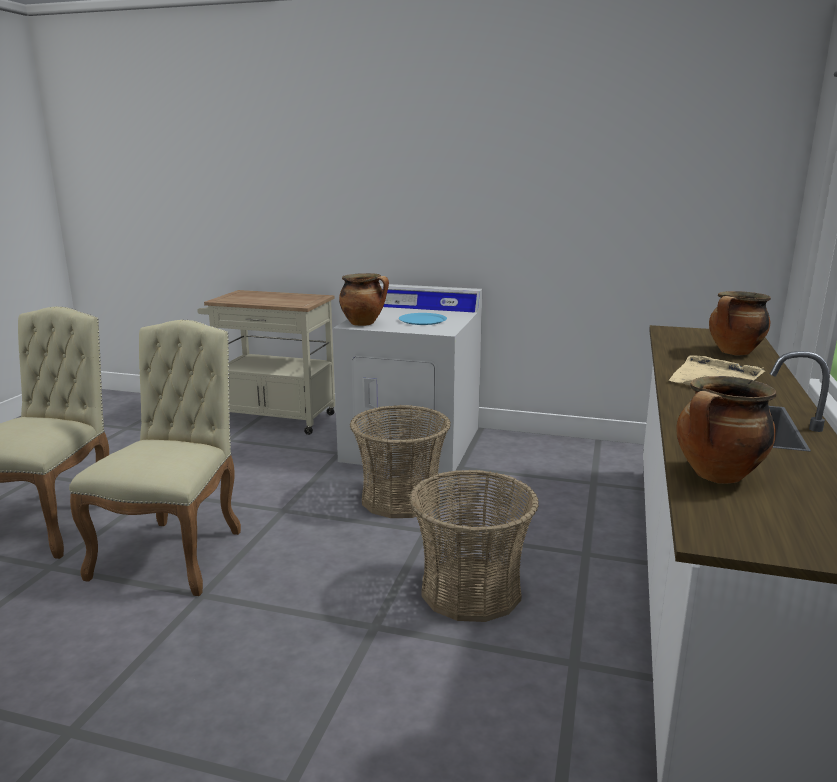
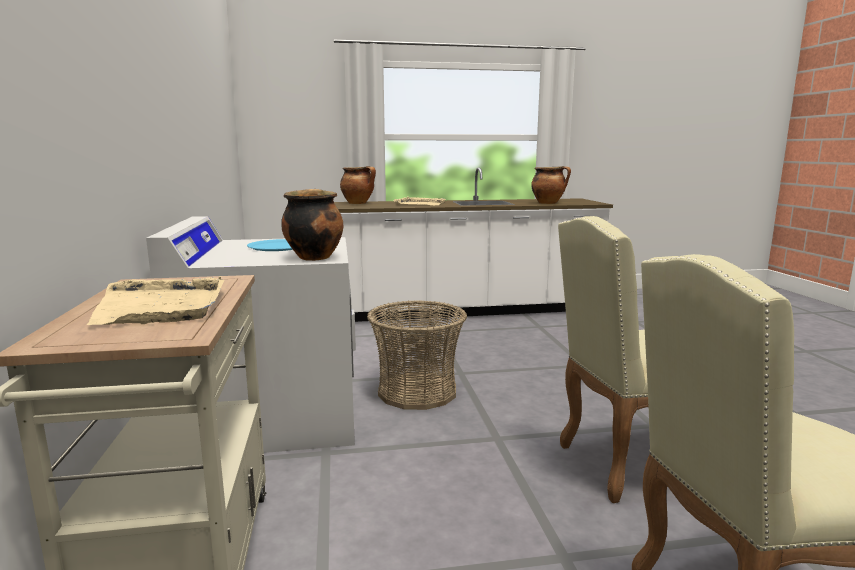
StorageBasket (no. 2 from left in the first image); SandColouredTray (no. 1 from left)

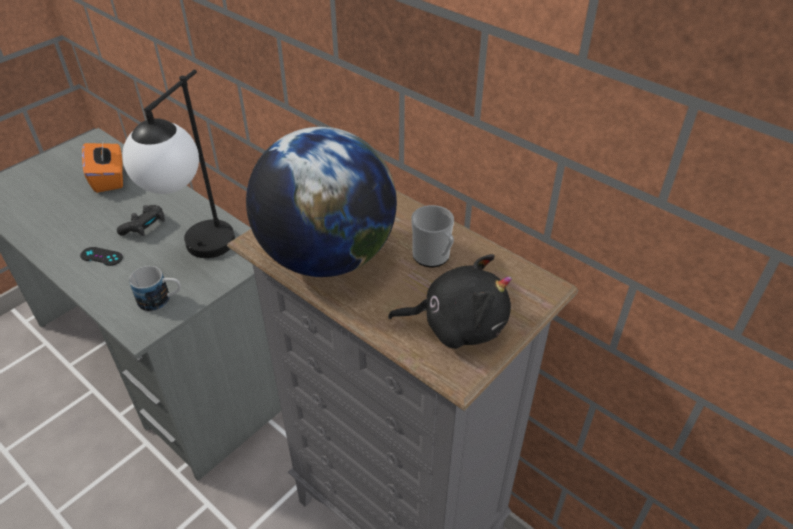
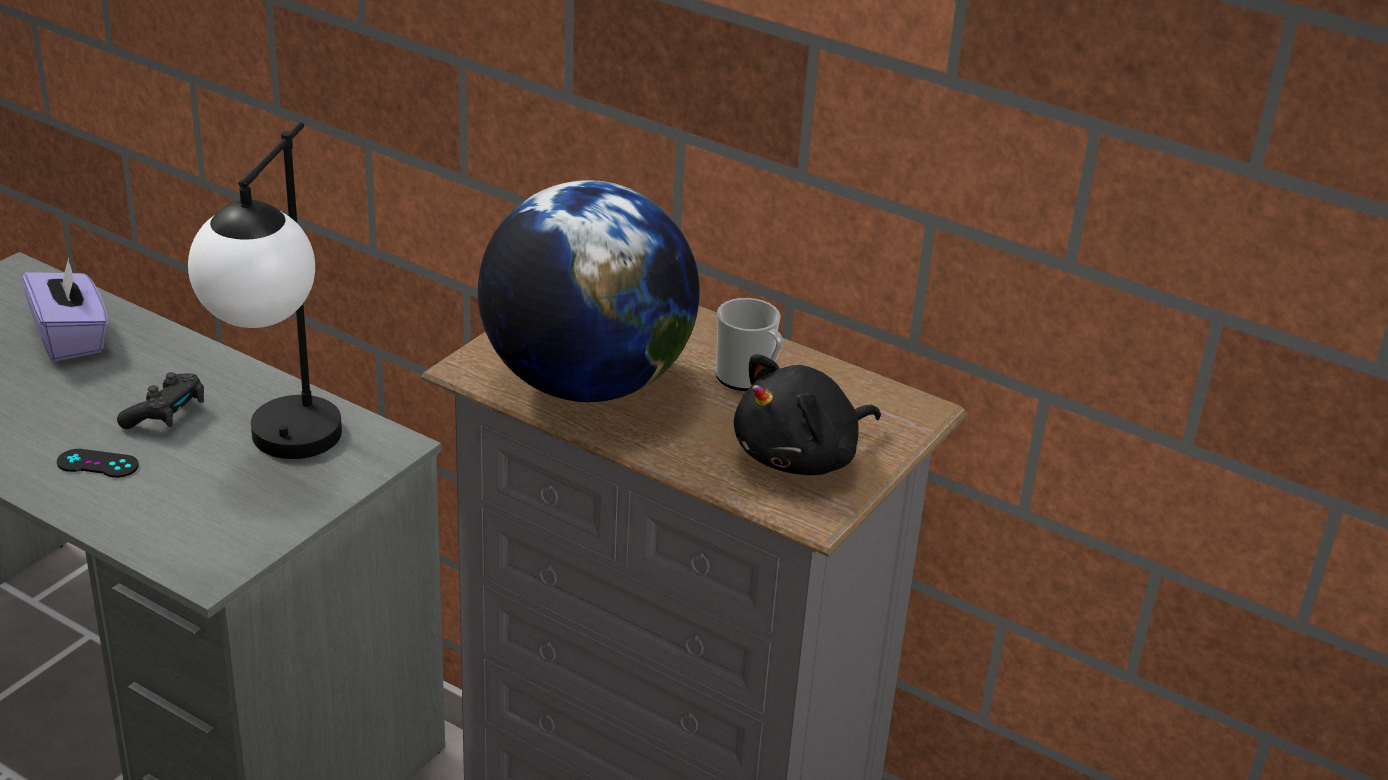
PurpleColouredTissueHolder; BlackColouredSoftToy; Mug (no. 1 from left in the first image)

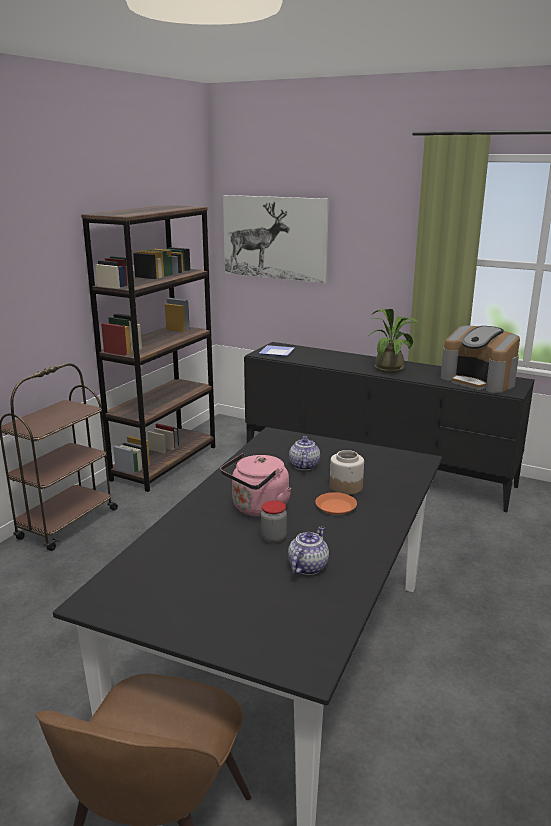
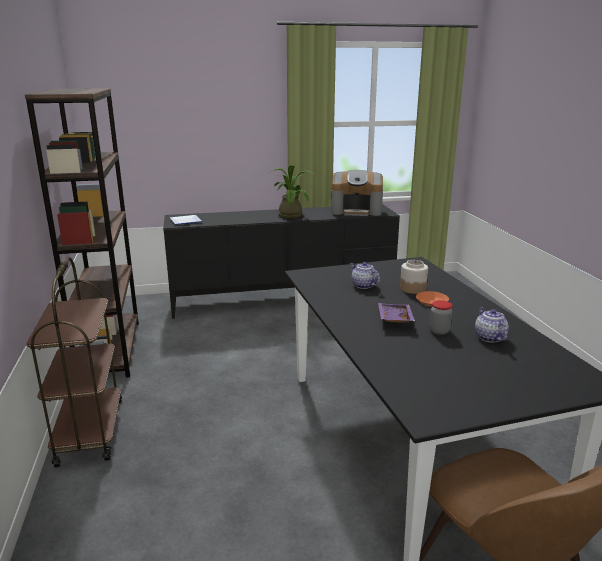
Picture; PurpleColouredTray

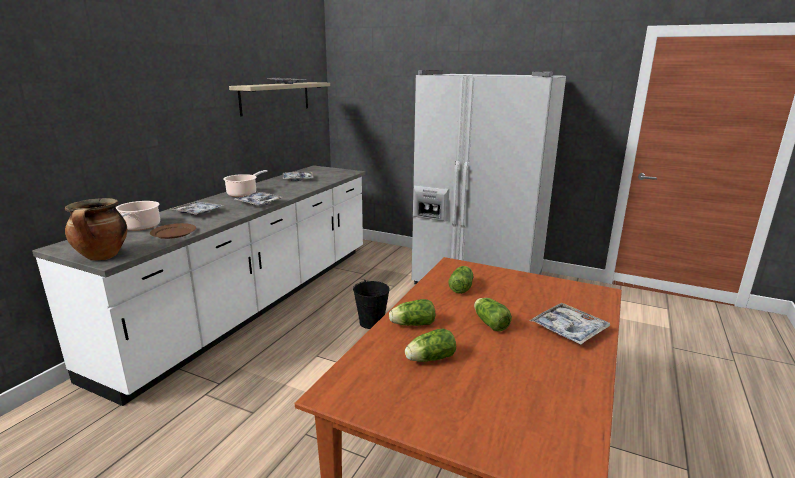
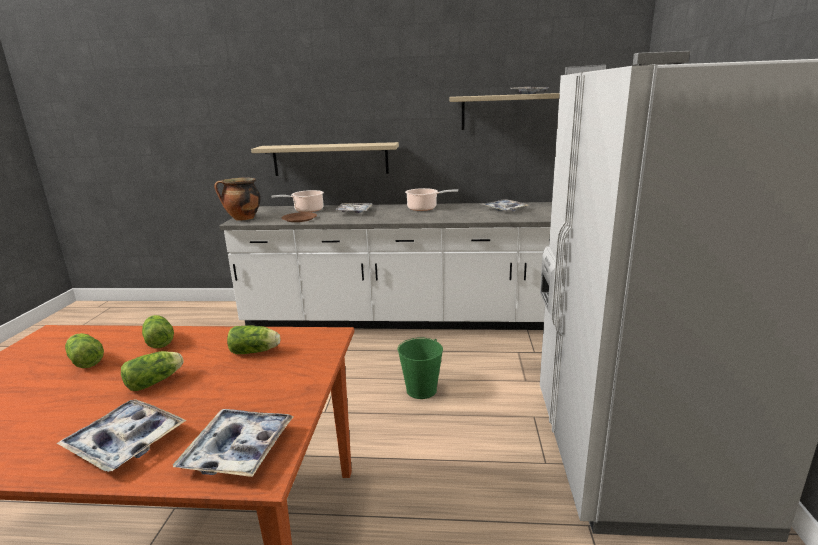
Tray (no. 2 from left); GreenColouredPail; WallShelf (no. 1 from left)

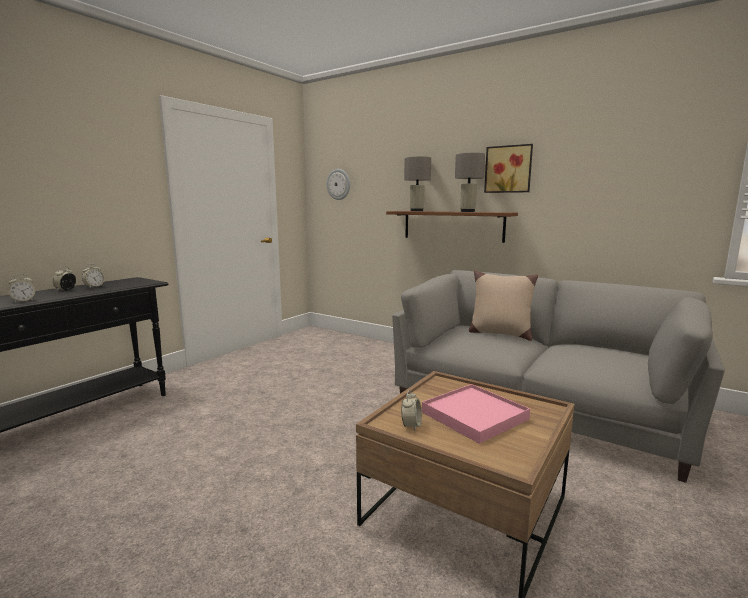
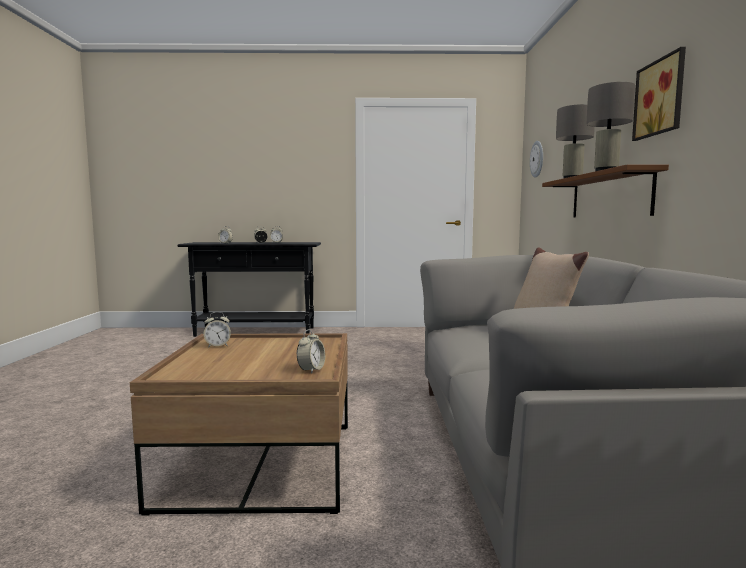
PinkishTray; TableClock (no. 5 from left)

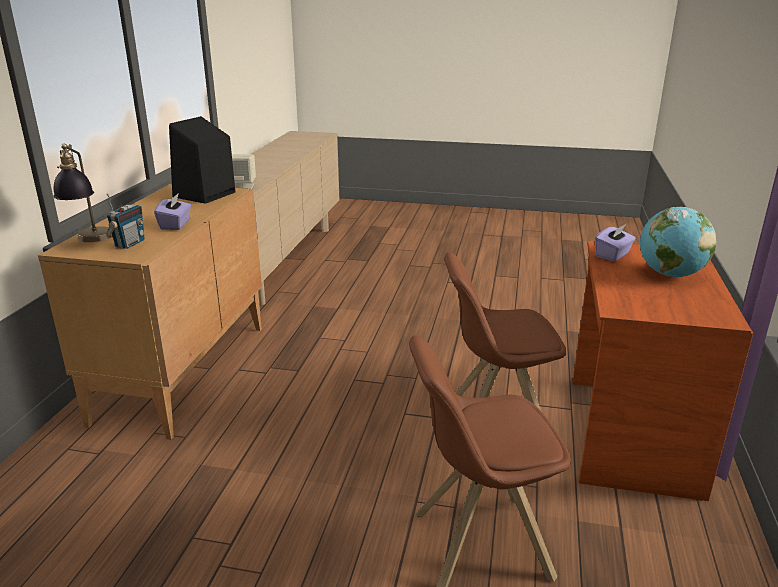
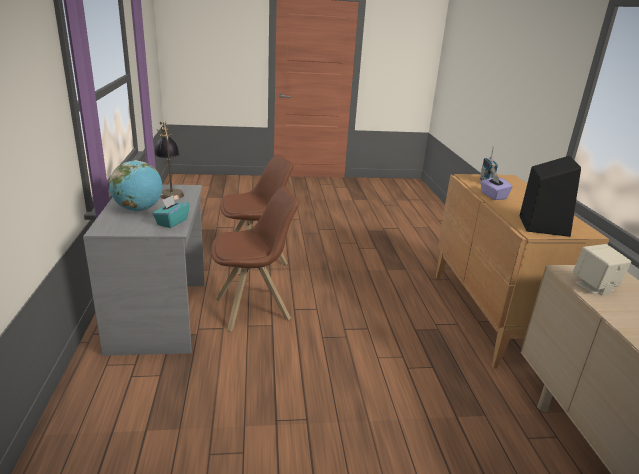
LampForATable; TurquoiseTissueHolder; GreyDeskUnit

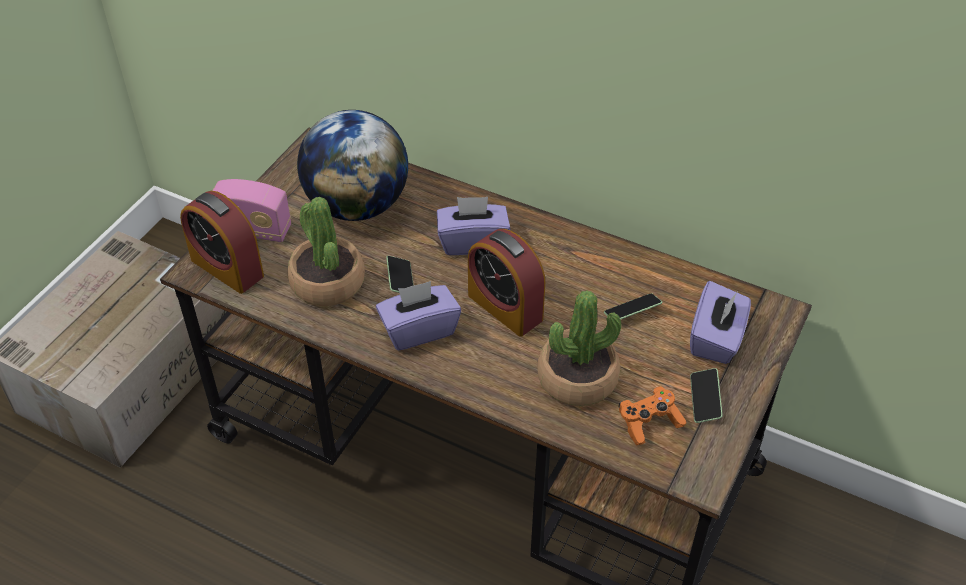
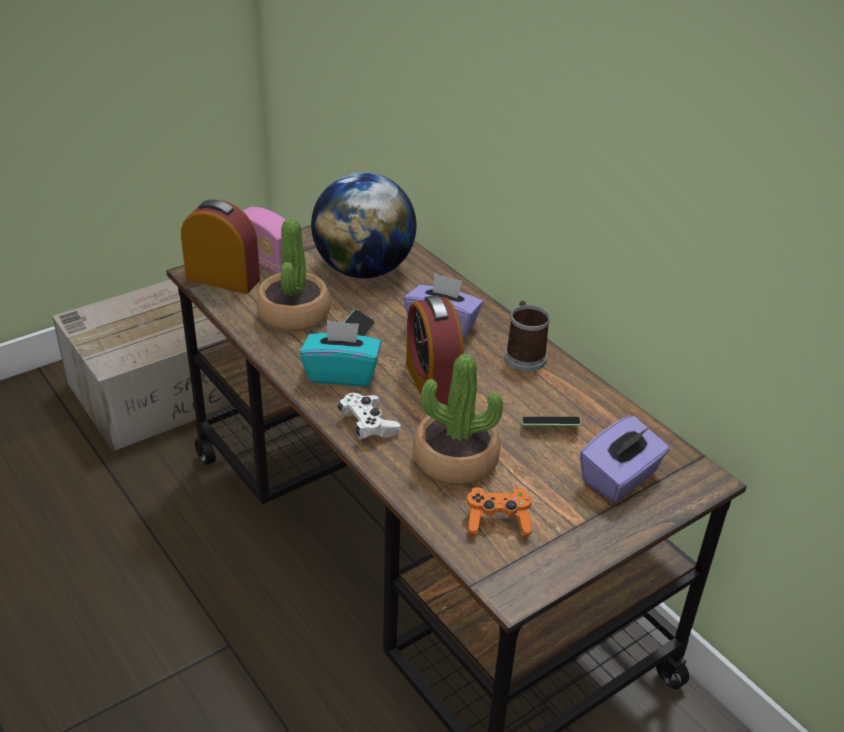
TableClock (no. 1 from left); TurquoiseTissueHolder; Phone (no. 3 from left in the first image); Mug; WhiteColouredJoypad

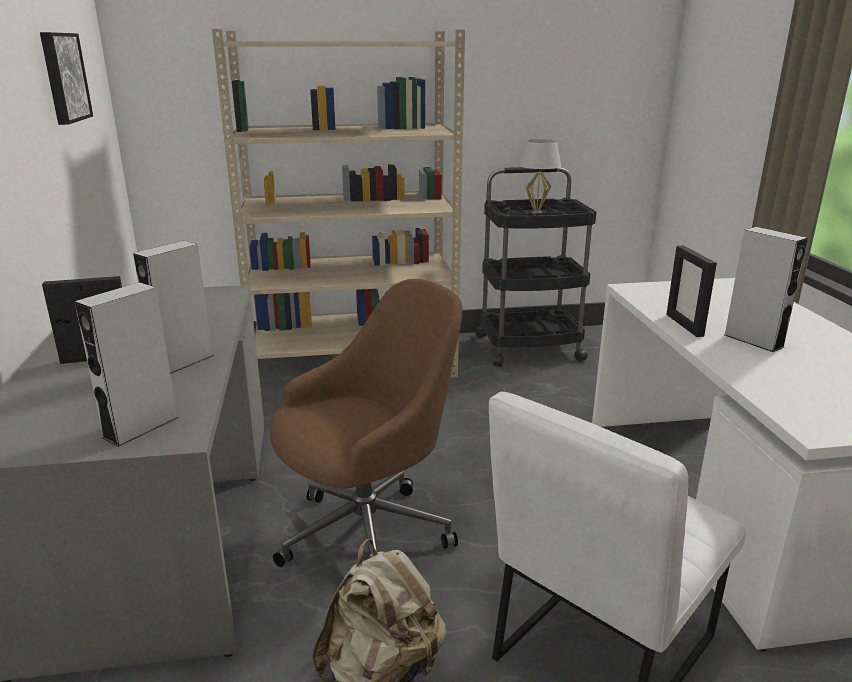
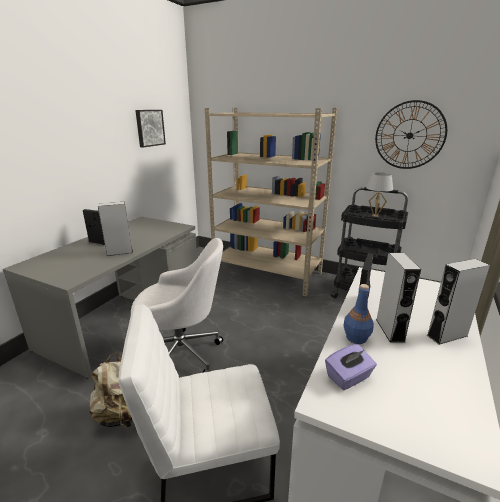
WhiteColouredDeskChair; GreyAudioSpeaker (no. 3 from left); ClockOnTheWall; BlueBottle; PurpleColouredTissueHolder

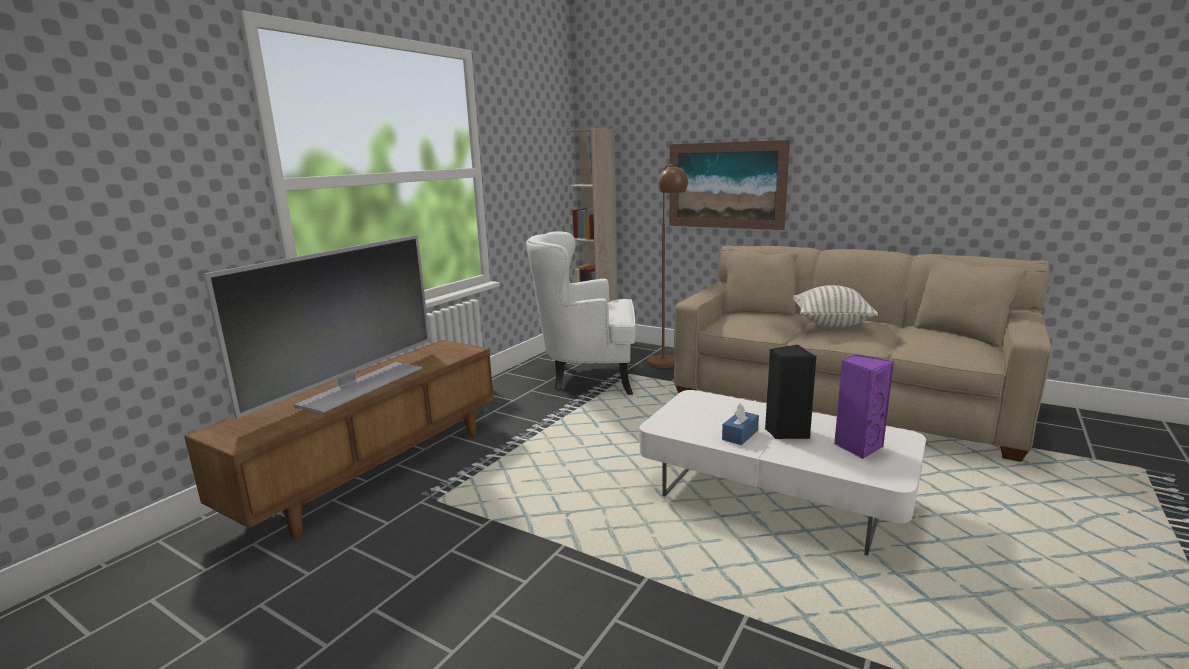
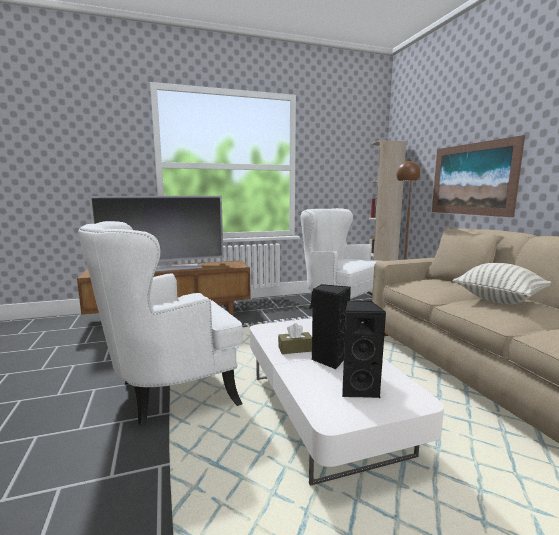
BlackColouredAudioSpeaker (no. 2 from left); BrownTissueHolder; WhiteColouredArmchair (no. 1 from left)

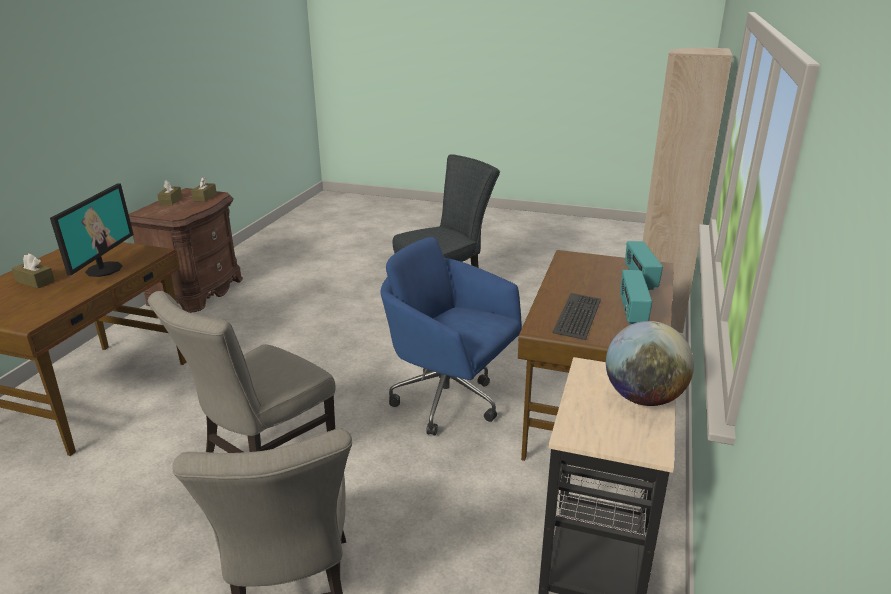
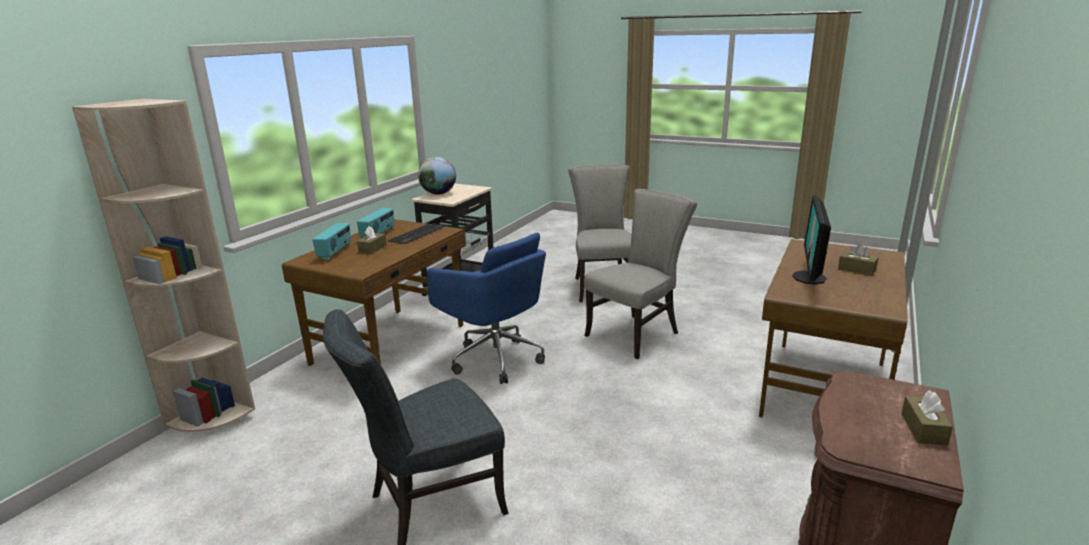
BrownTissueHolder (no. 1 from left)

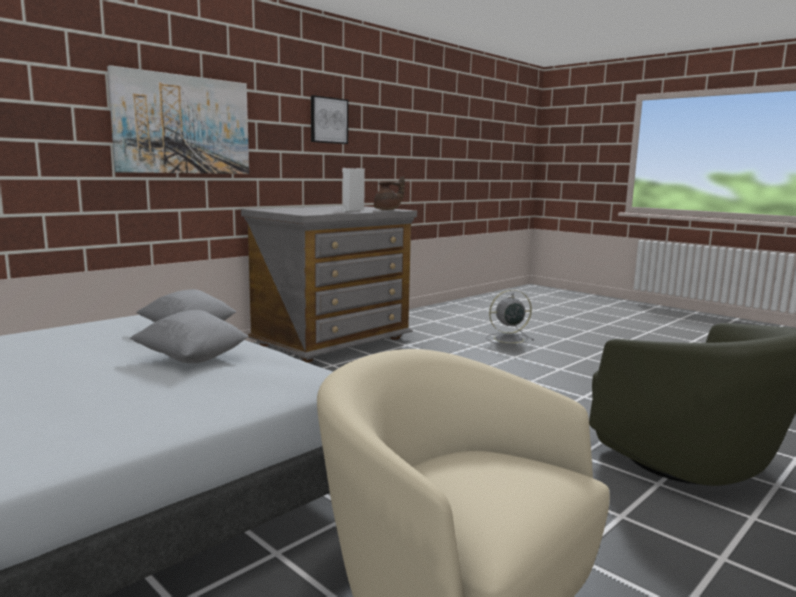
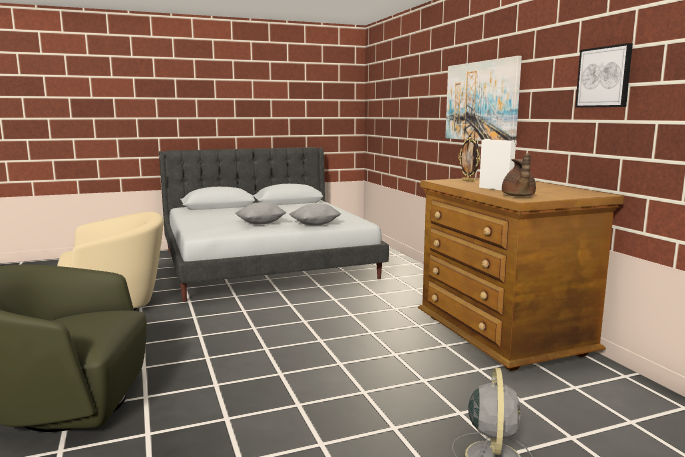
BrownDresser; StandingFrame

